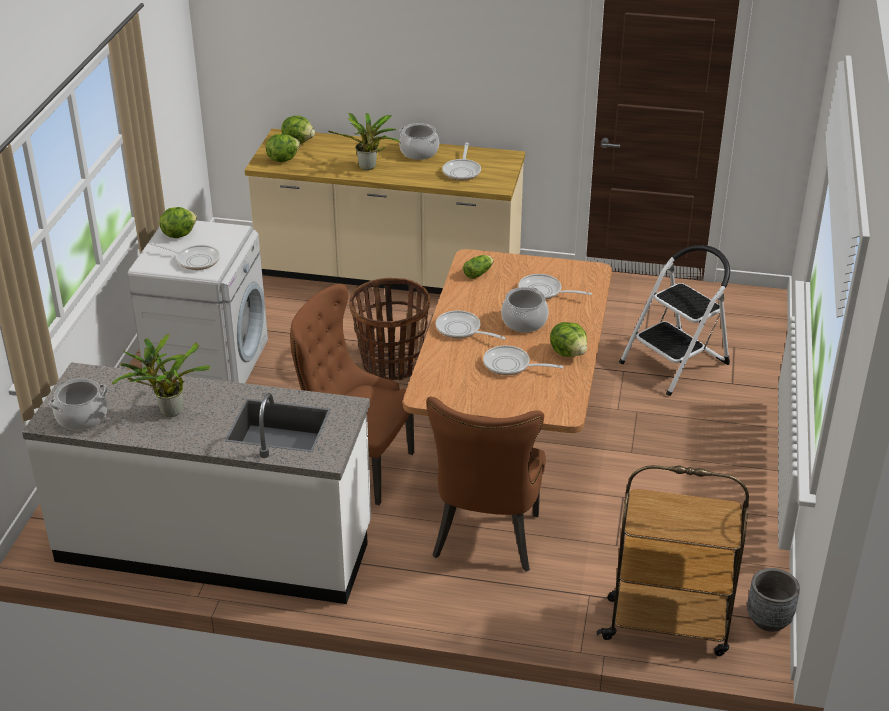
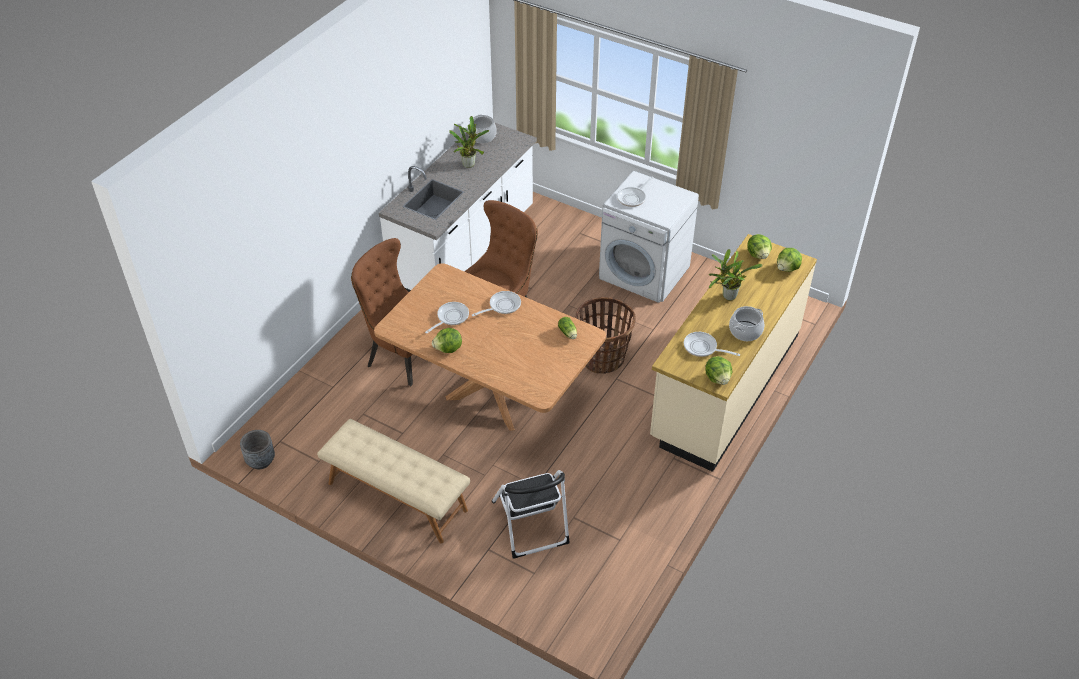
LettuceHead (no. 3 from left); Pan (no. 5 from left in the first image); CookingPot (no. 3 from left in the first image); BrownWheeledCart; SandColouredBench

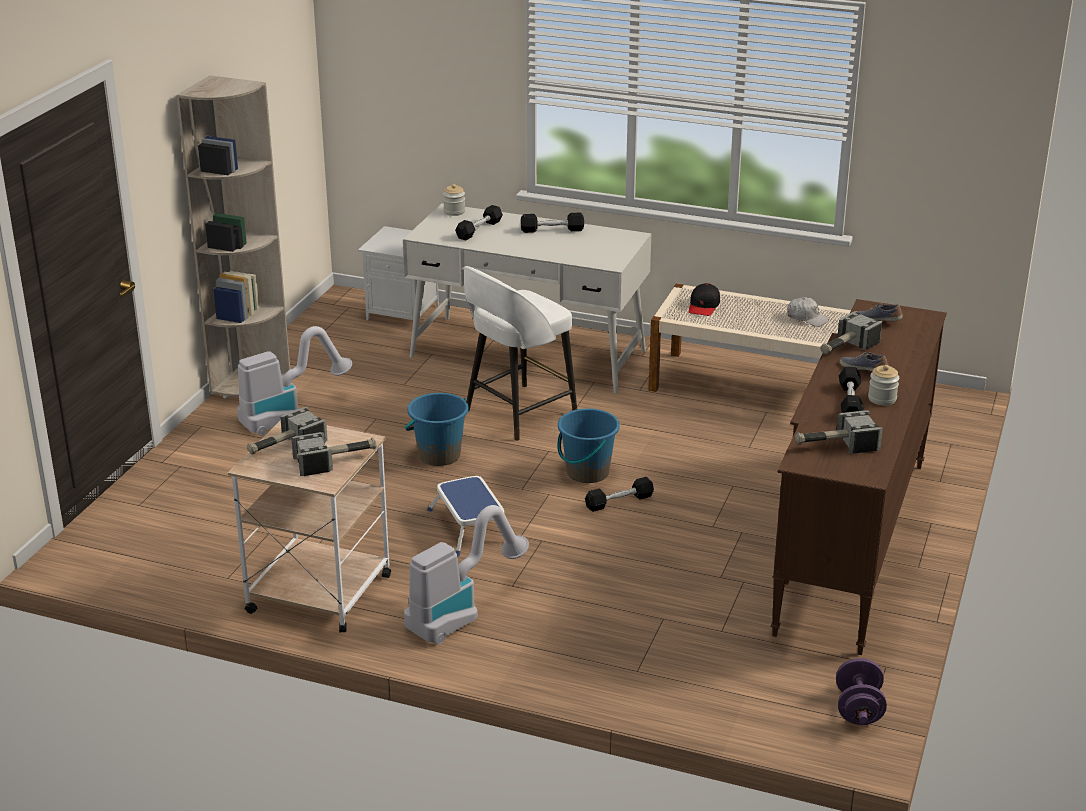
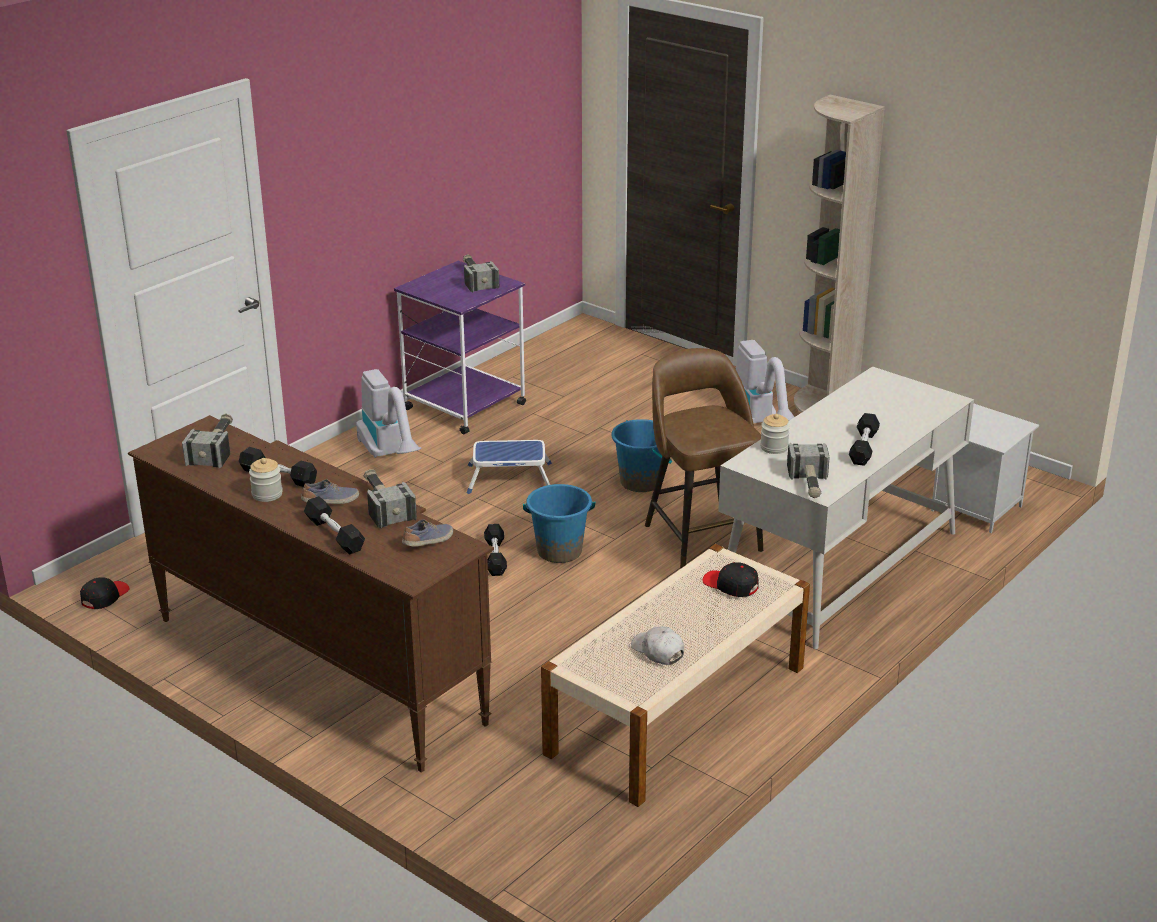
StorageJar (no. 2 from left); BlackColouredDumbbell (no. 2 from left); BrownSittingStool; WhiteColouredCap; PurpleColouredWheeledCart; Hammer (no. 4 from left); BlackColouredCap (no. 1 from left)

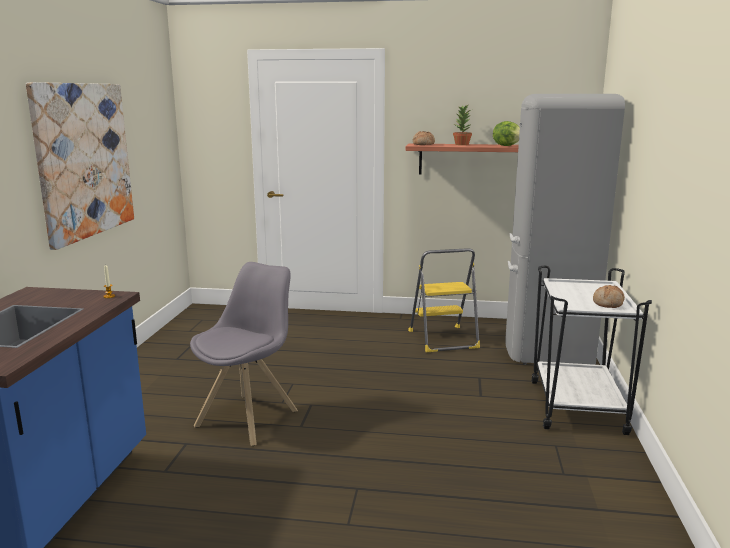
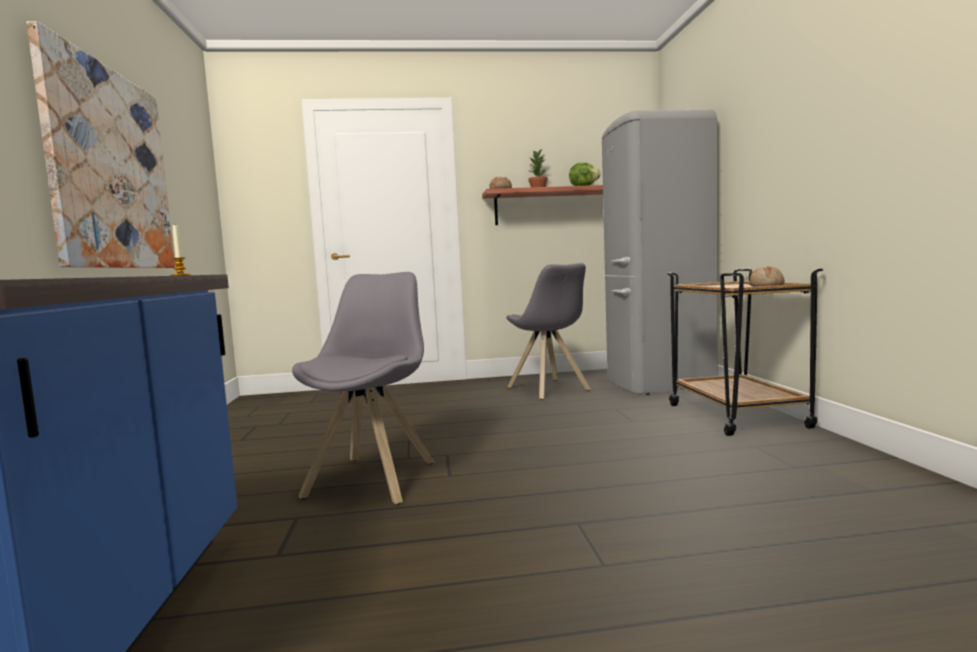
GreyChair (no. 2 from left); BrownWheeledCart

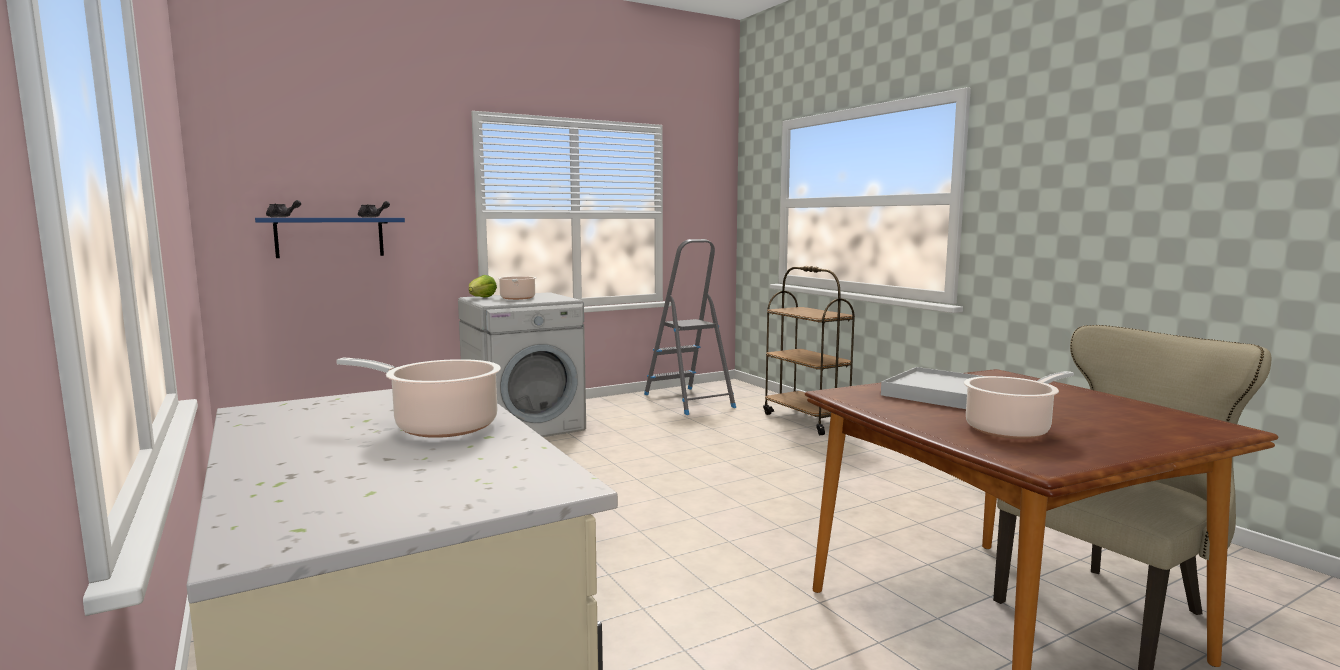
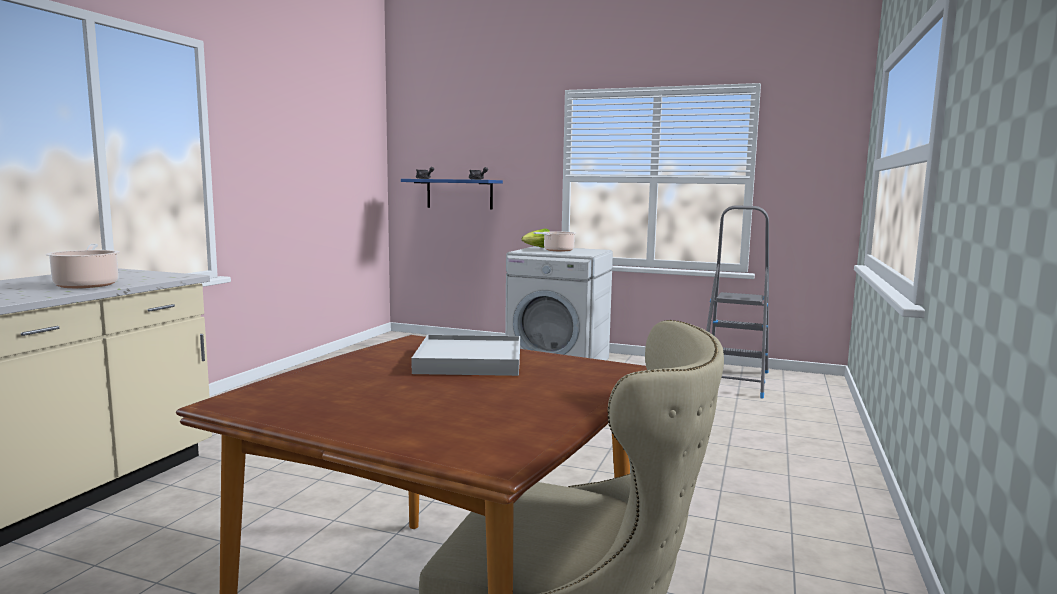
BrownWheeledCart; CookingPot (no. 3 from left in the first image)

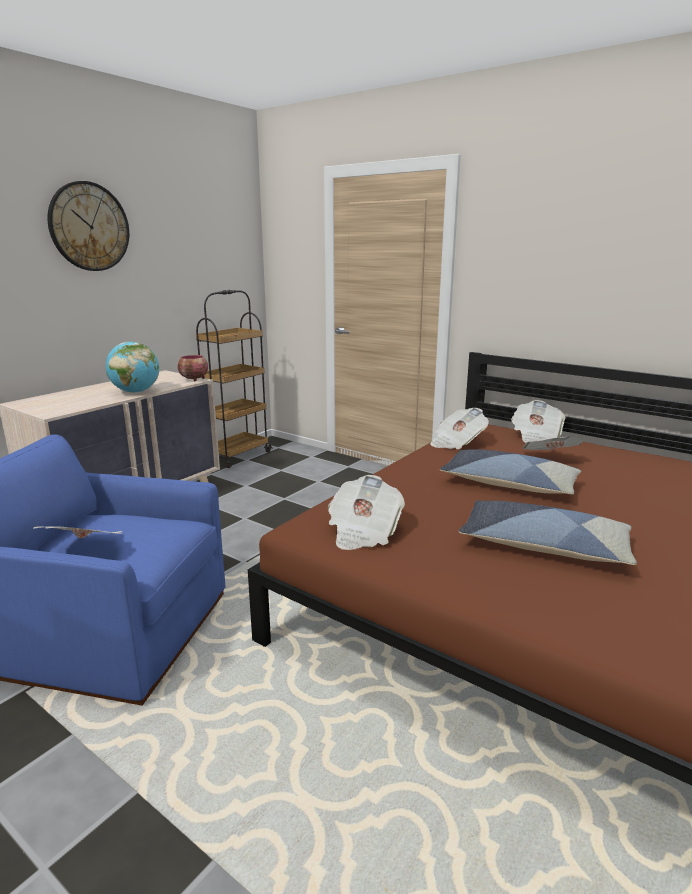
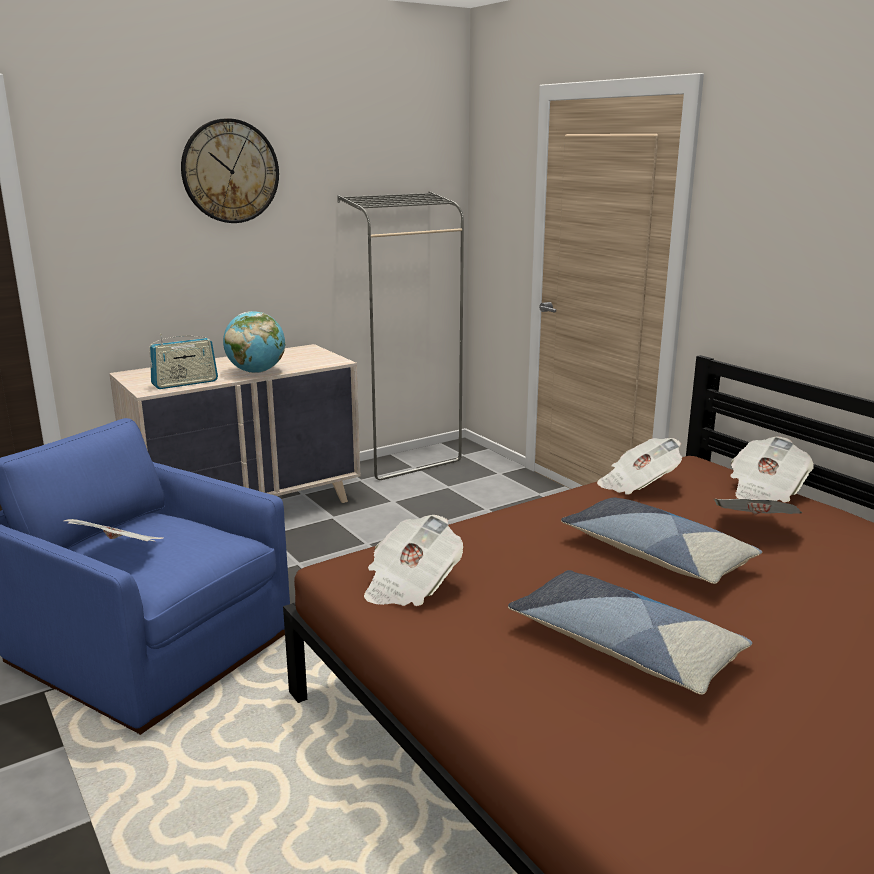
GreyGarmentStand; Bowl; RadioReceiver

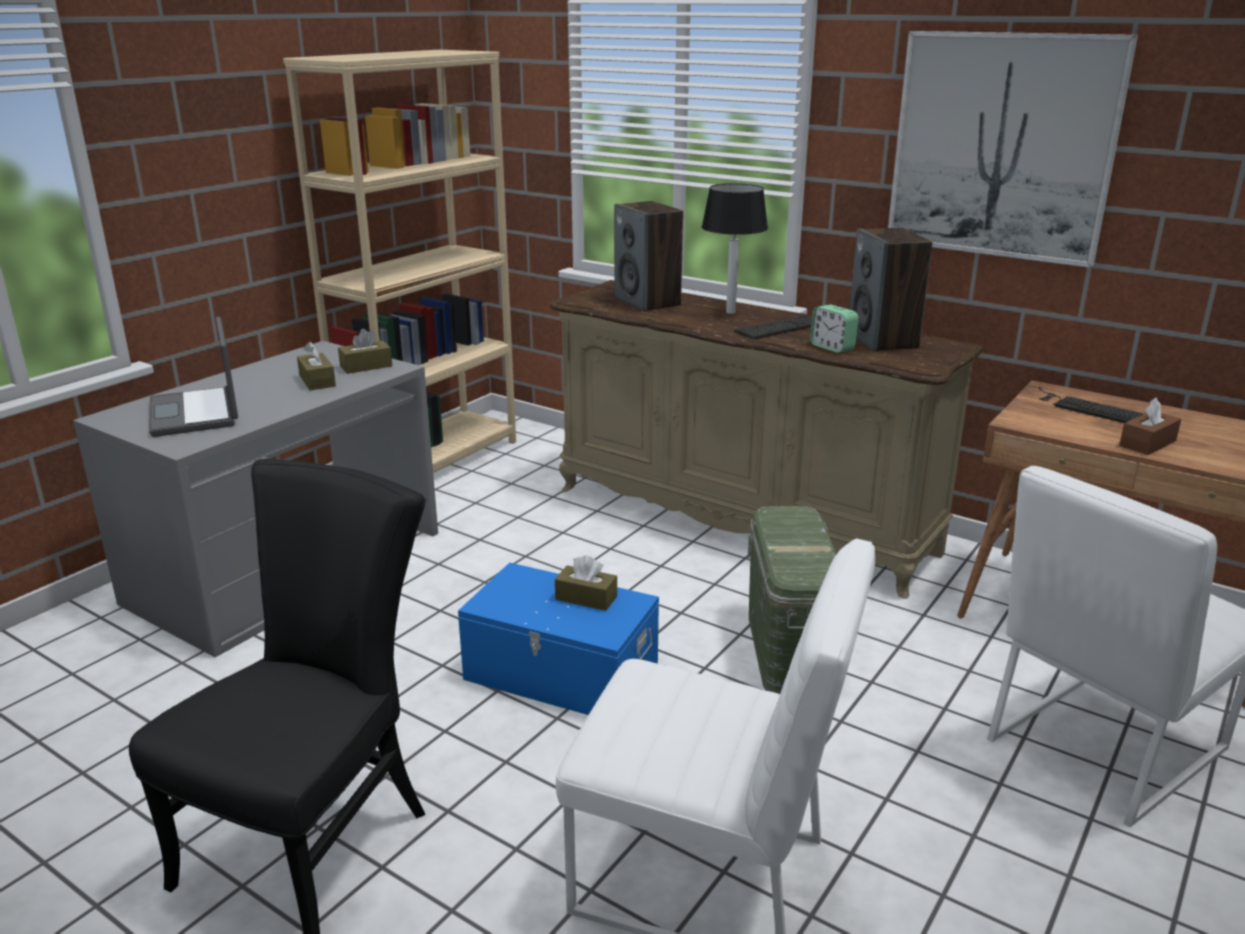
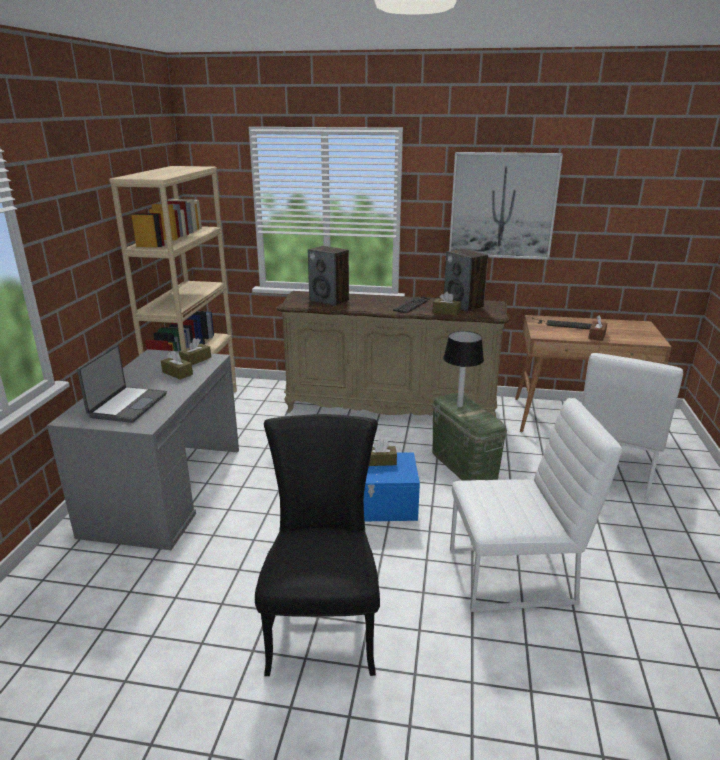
LampForATable; BrownTissueHolder (no. 4 from left); Laptop

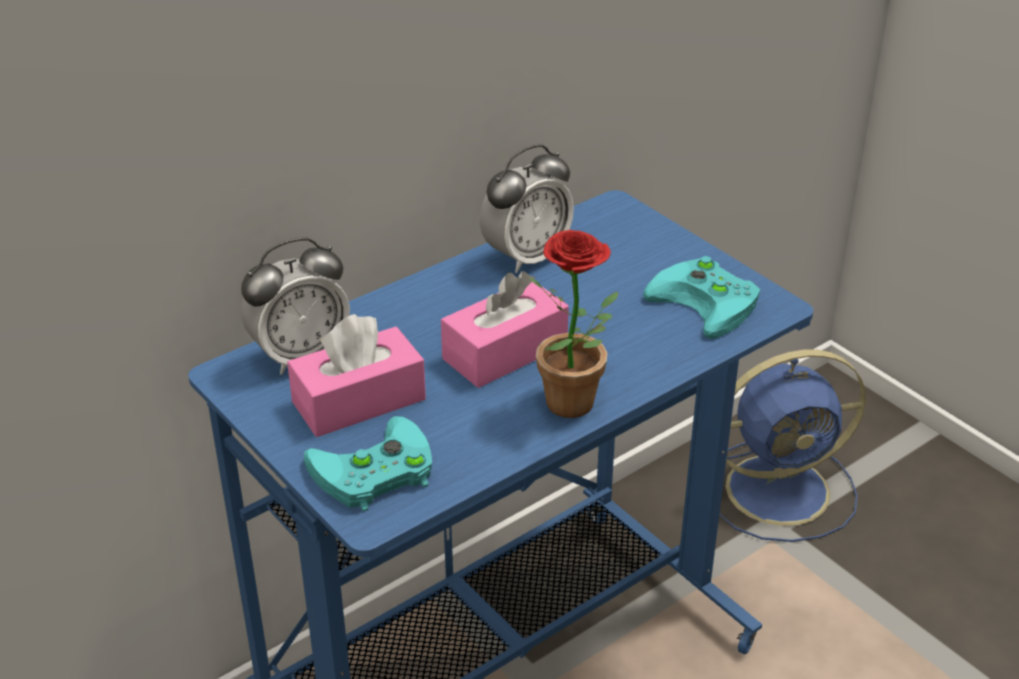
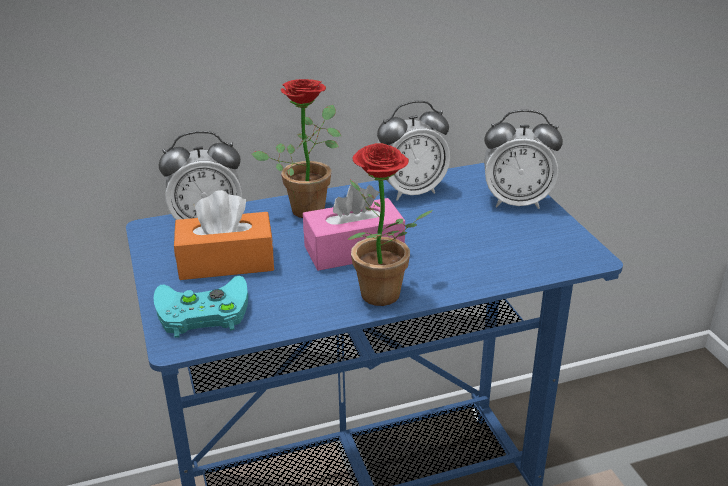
TurquoiseJoypad (no. 2 from left in the first image); OrangeTissueHolder; BlueElectricFan; PlantInAPot (no. 1 from left); TableClock (no. 3 from left)

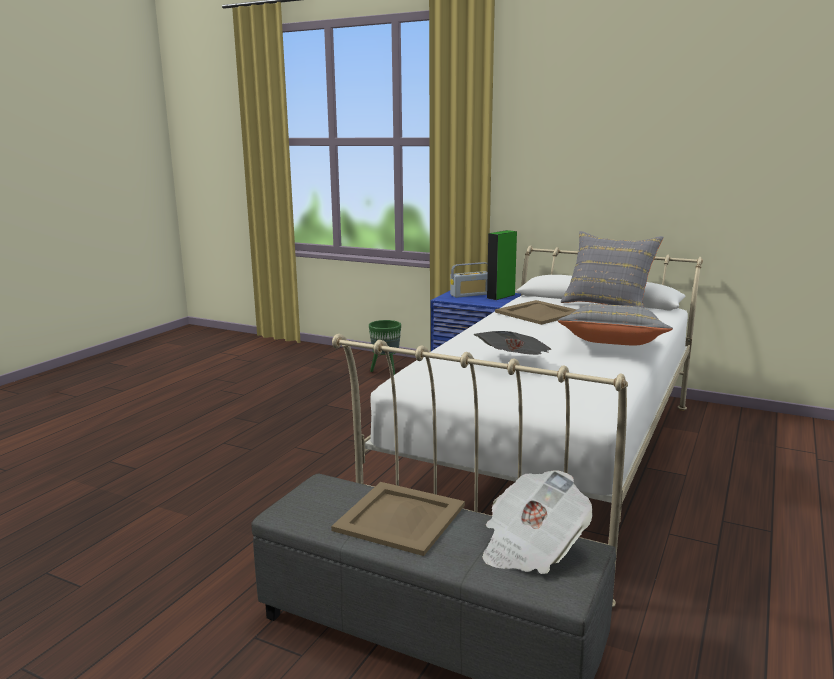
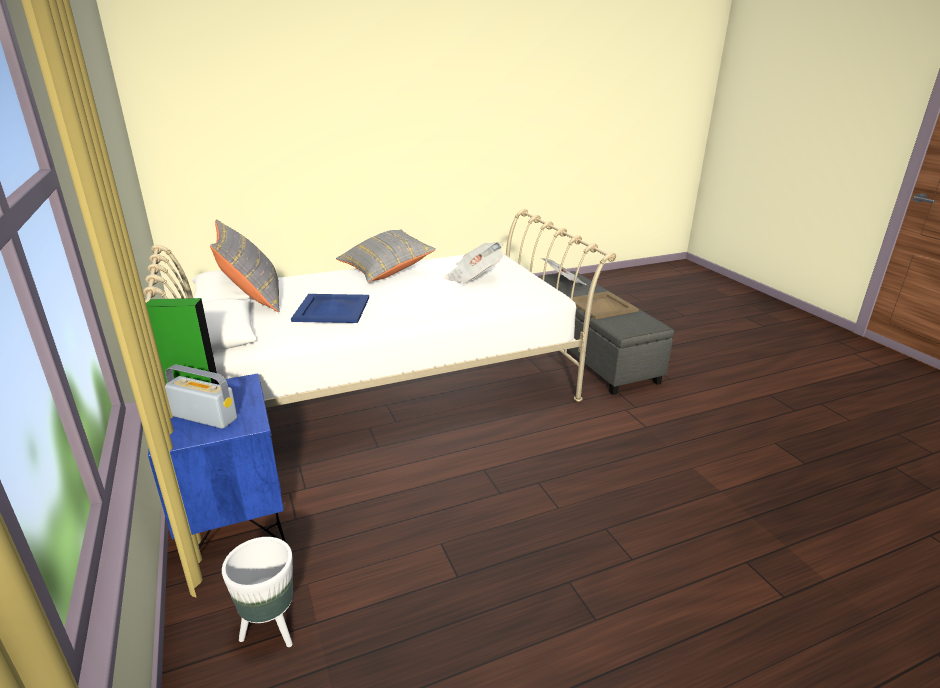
BlueTray; WhiteColouredFlowerPot

